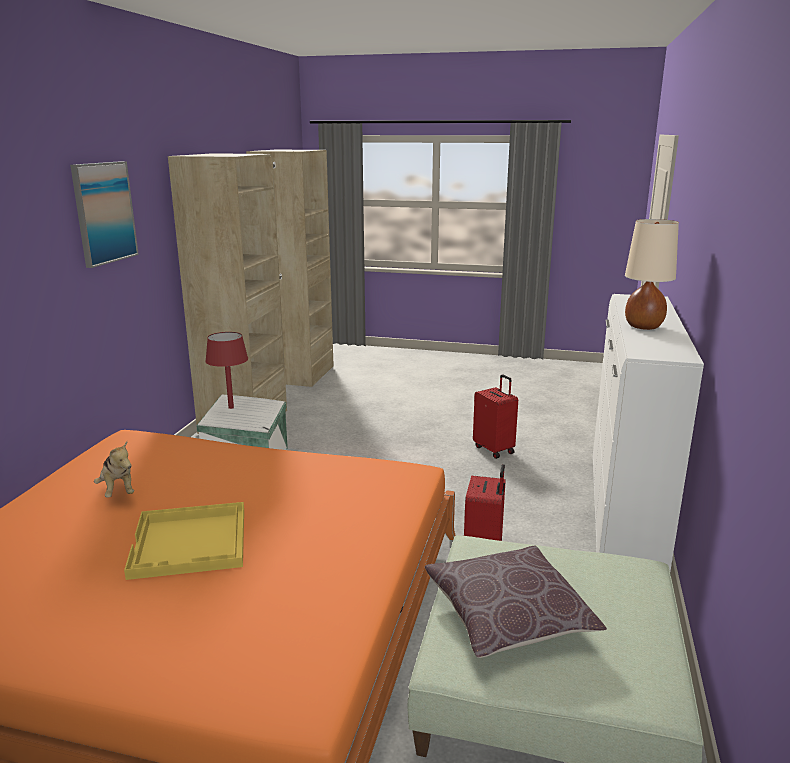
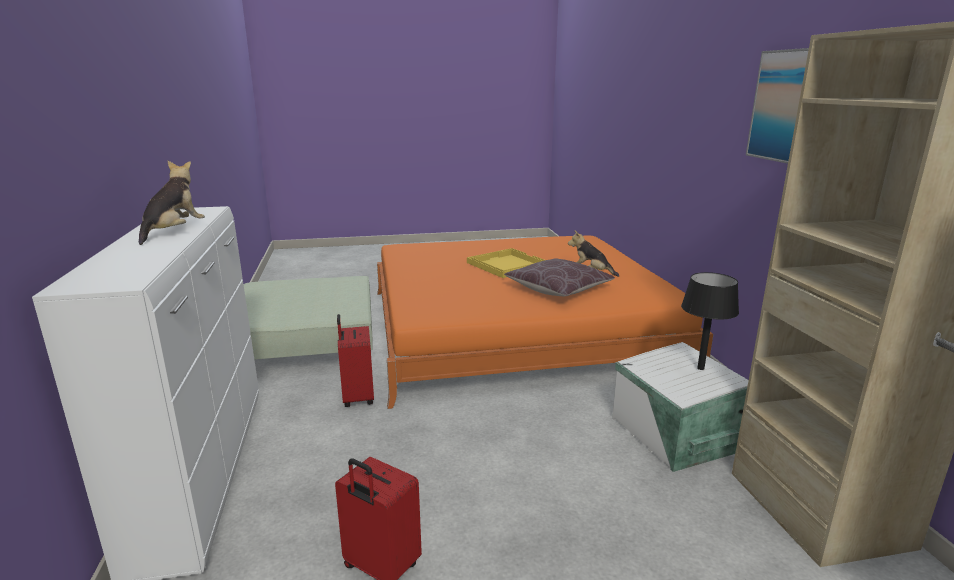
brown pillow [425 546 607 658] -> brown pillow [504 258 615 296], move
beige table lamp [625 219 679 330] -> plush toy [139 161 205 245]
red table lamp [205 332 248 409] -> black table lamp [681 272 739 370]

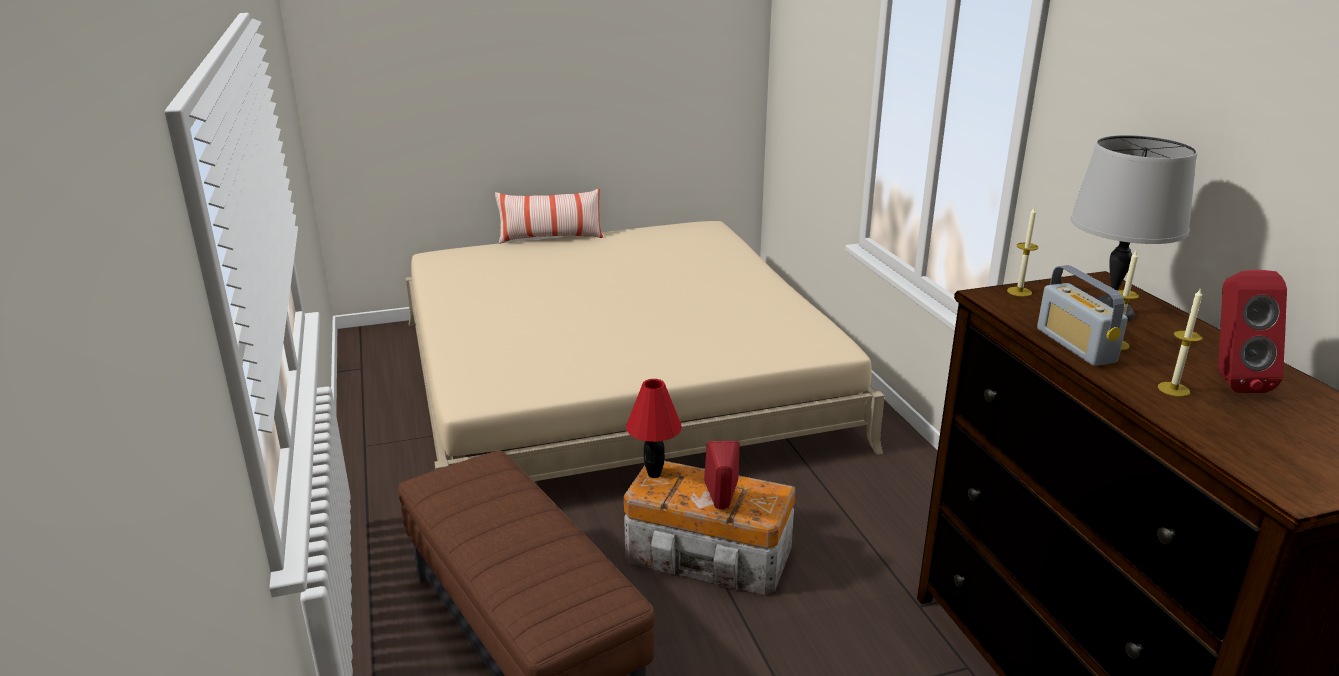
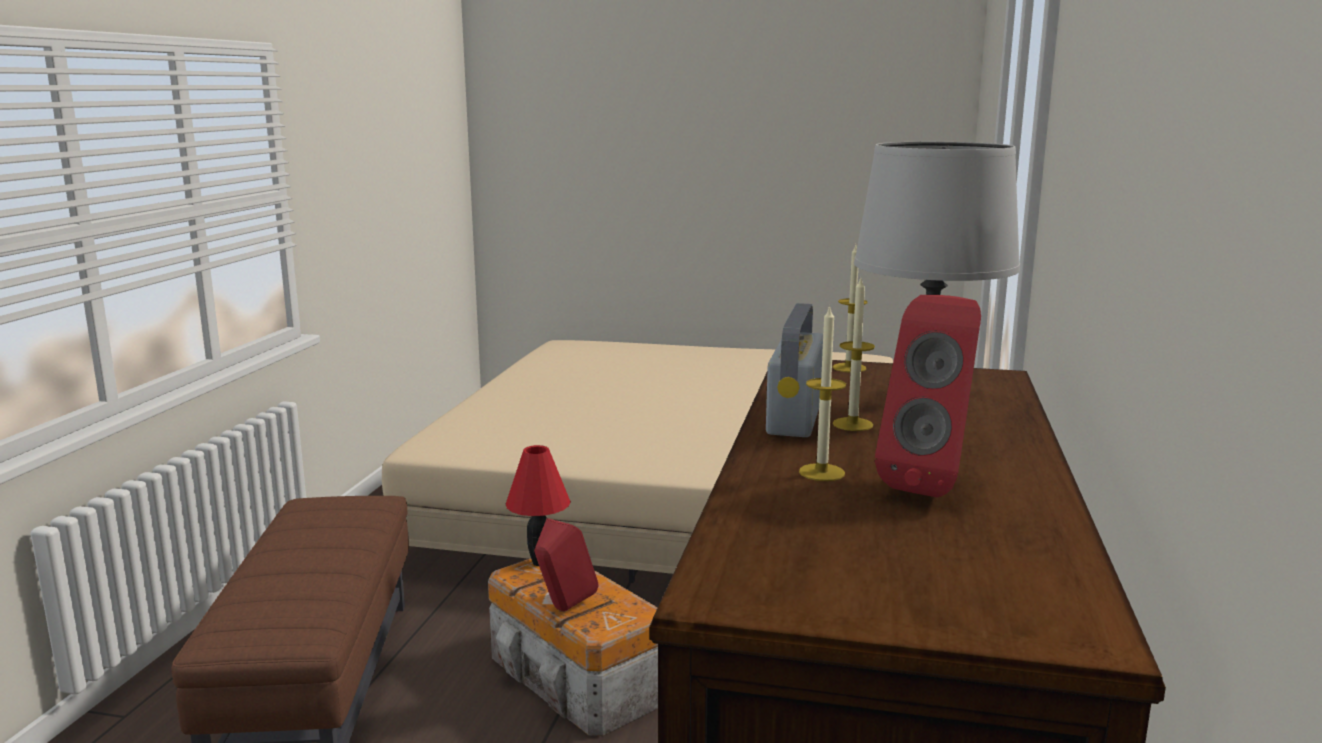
pillow [495 188 603 244] -> none

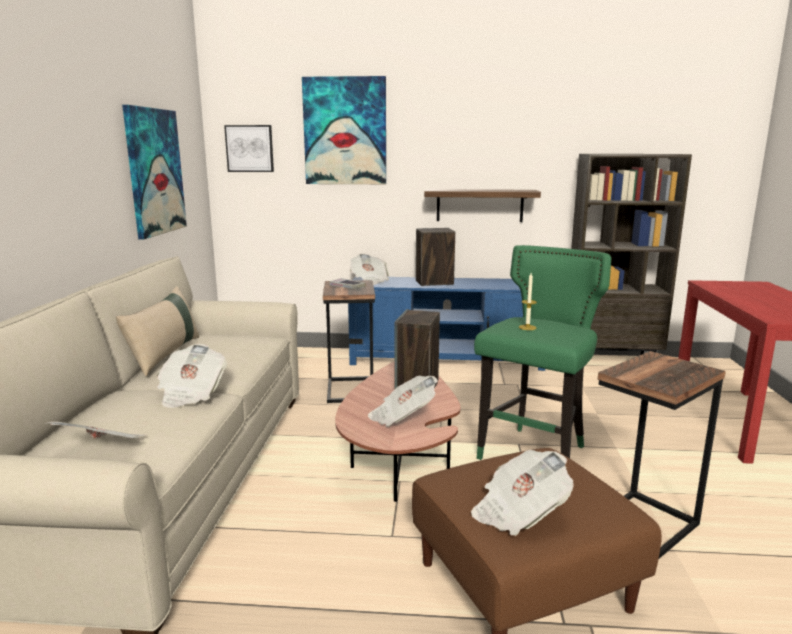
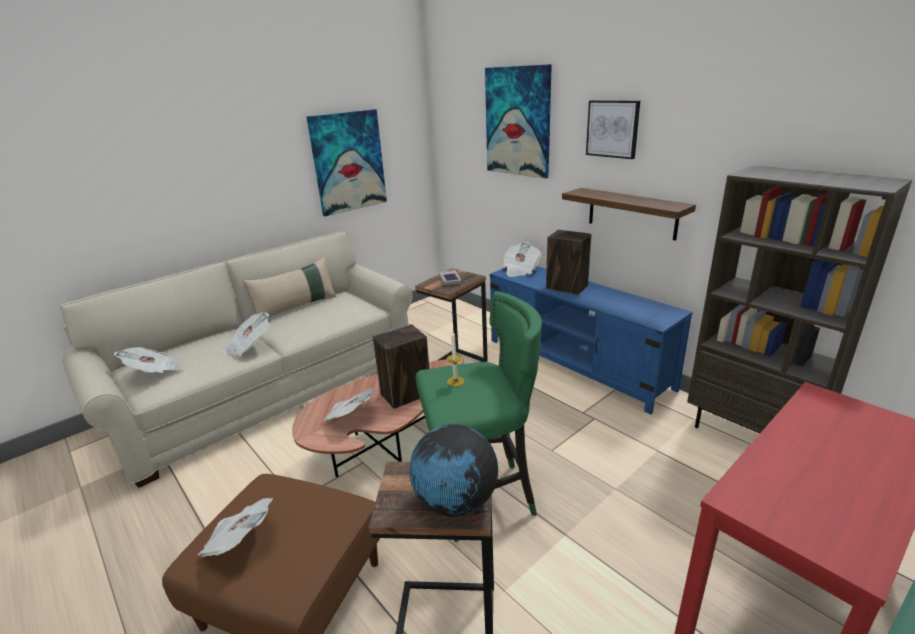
none -> globe [409 424 498 517]
picture [224 125 274 172] -> picture [586 100 640 159], move

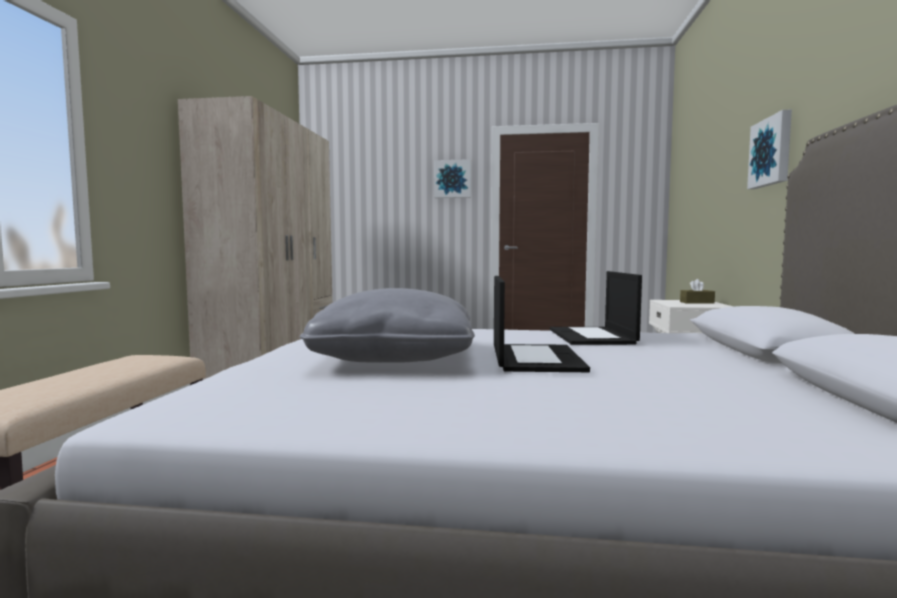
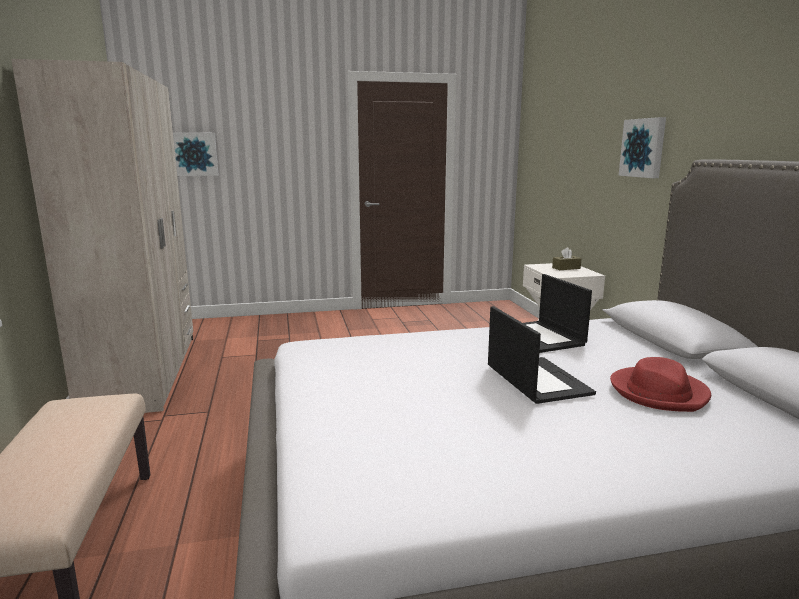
grey pillow [300 288 475 363] -> none
none -> red hat [610 357 711 412]
picture [434 159 471 198] -> picture [173 132 219 176], move

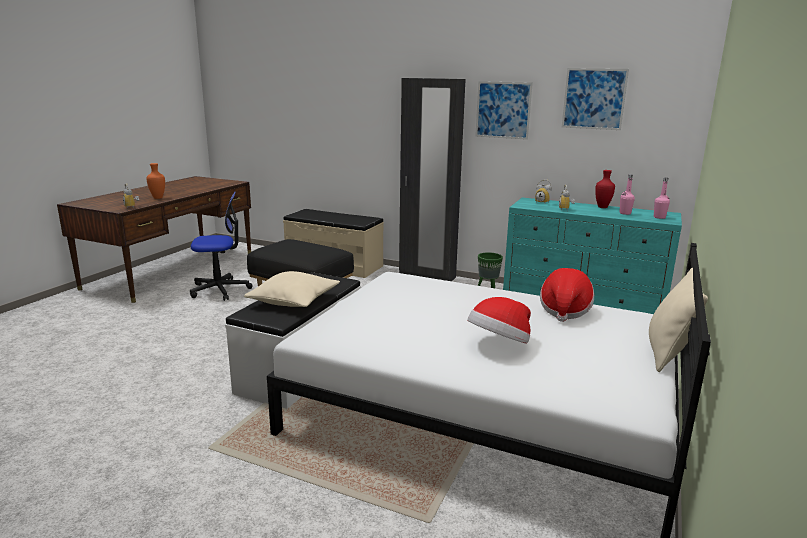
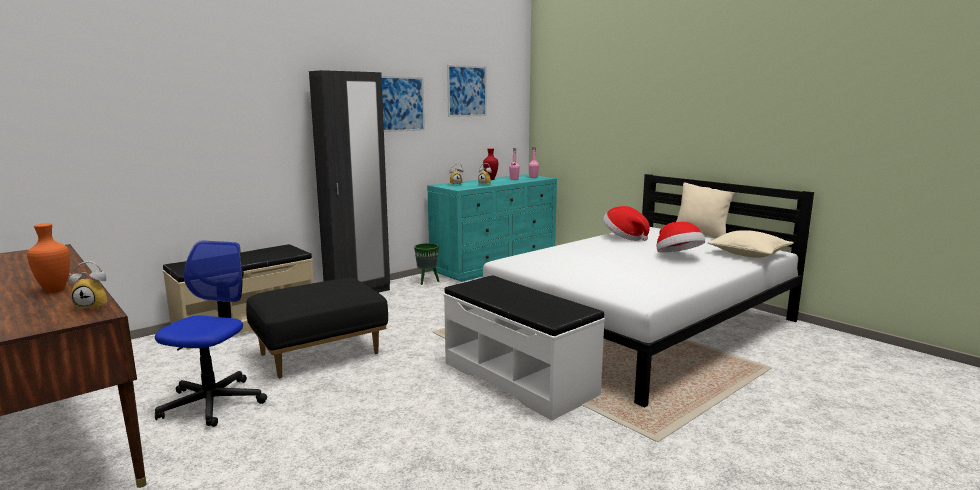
beige pillow [244 271 340 307] -> beige pillow [707 230 794 258], move

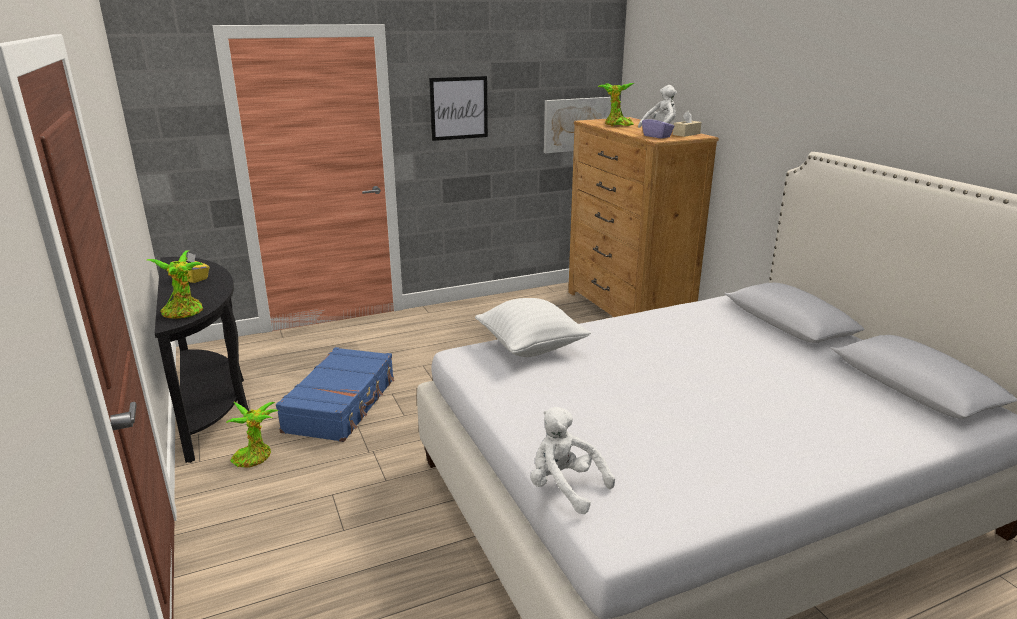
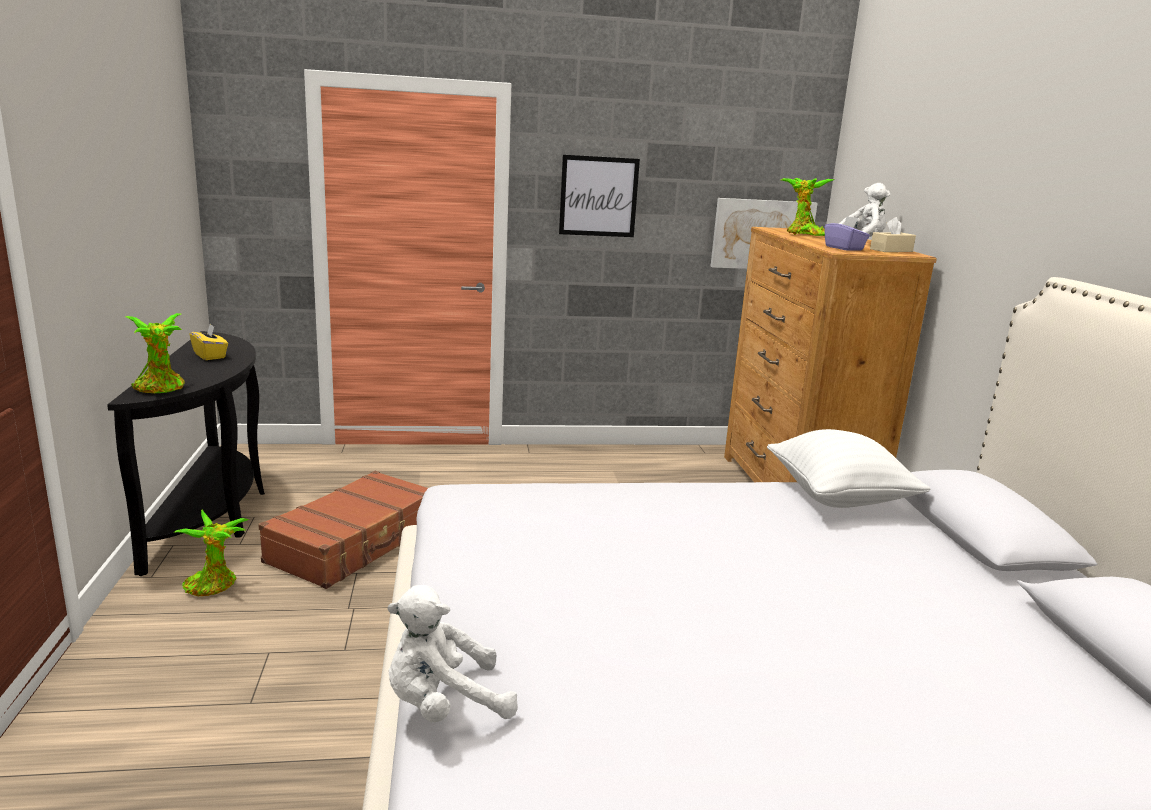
white pillow [475 298 591 357] -> white pillow [767 429 930 508], move
blue suitcase [276 347 394 442] -> brown suitcase [258 471 428 589]
white plush toy [530 407 615 514] -> white plush toy [387 585 518 722], 75 degrees counterclockwise

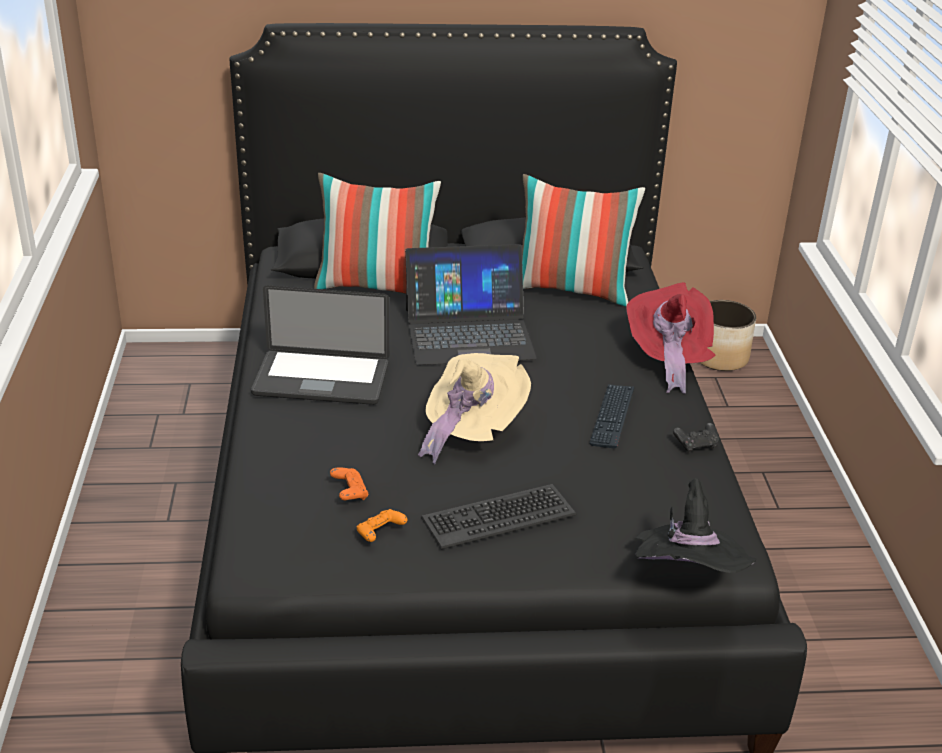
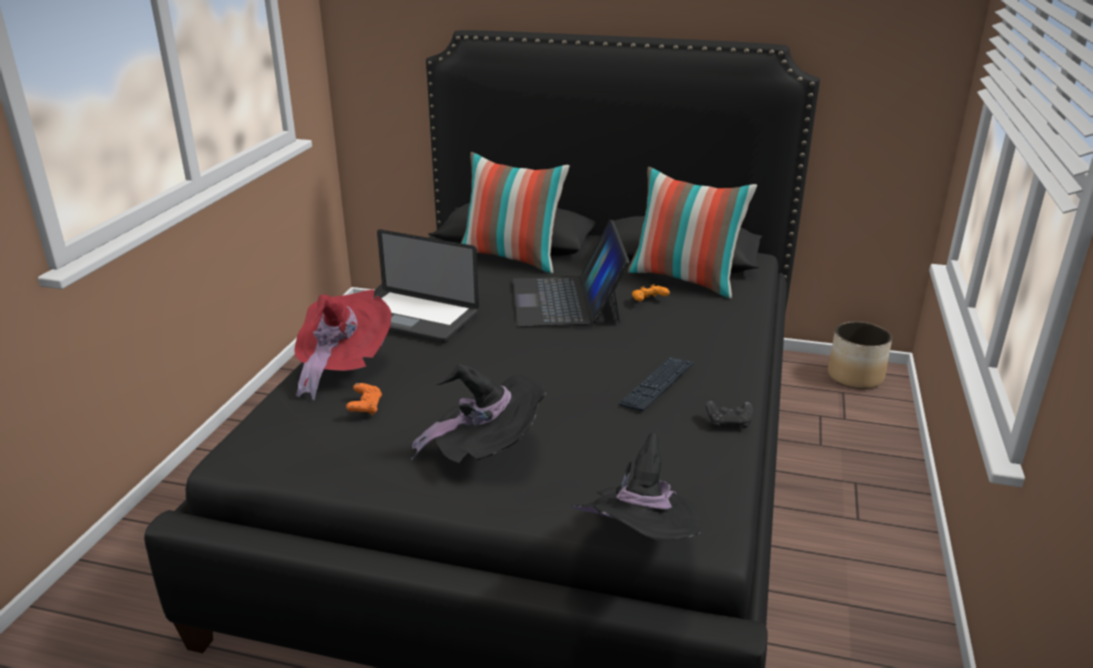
beige hat [418 353 531 464] -> none
orange game controller [357 509 408 542] -> orange game controller [632 284 670 301], move
red hat [626 282 716 394] -> red hat [294 290 391 401], move
keyboard [421 484 576 549] -> black hat [411 363 546 463]
laptop [405 244 537 365] -> laptop [513 219 630 327], 75 degrees clockwise

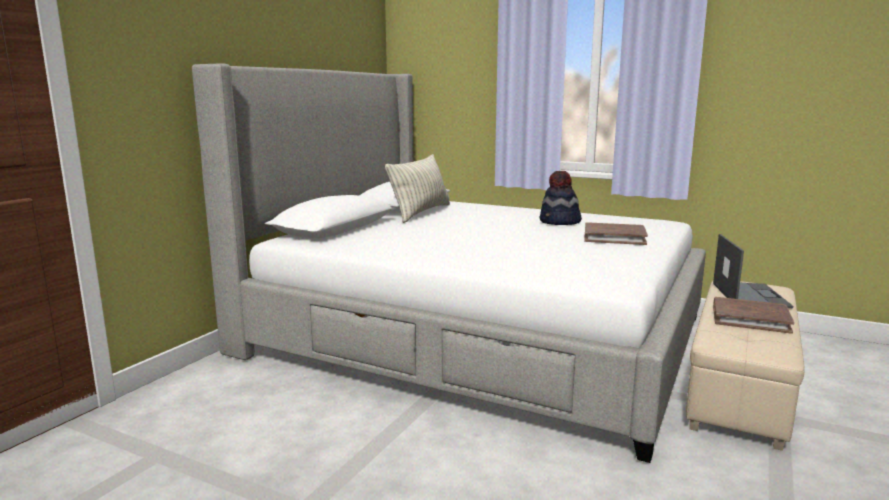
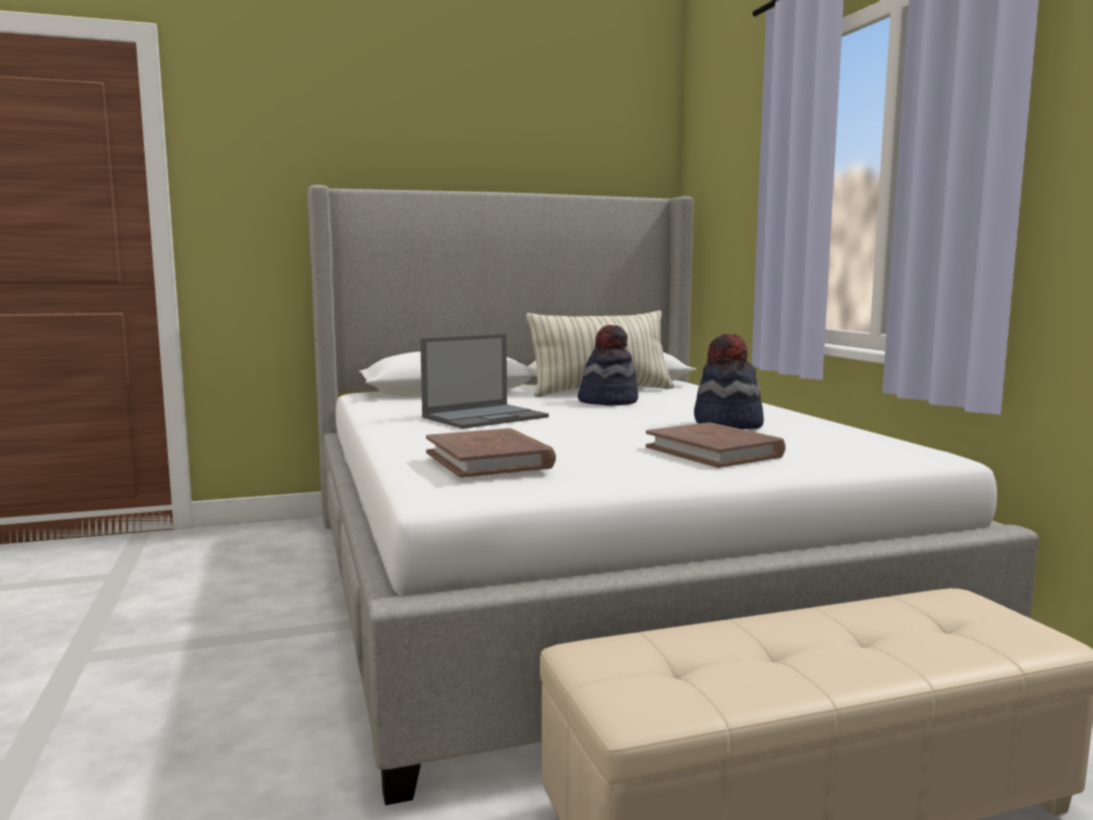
none -> hat [578 325 638 405]
laptop [713 234 793 308] -> laptop [420 334 549 429], move
brown book [713 297 794 334] -> brown book [426 428 556 478], move

